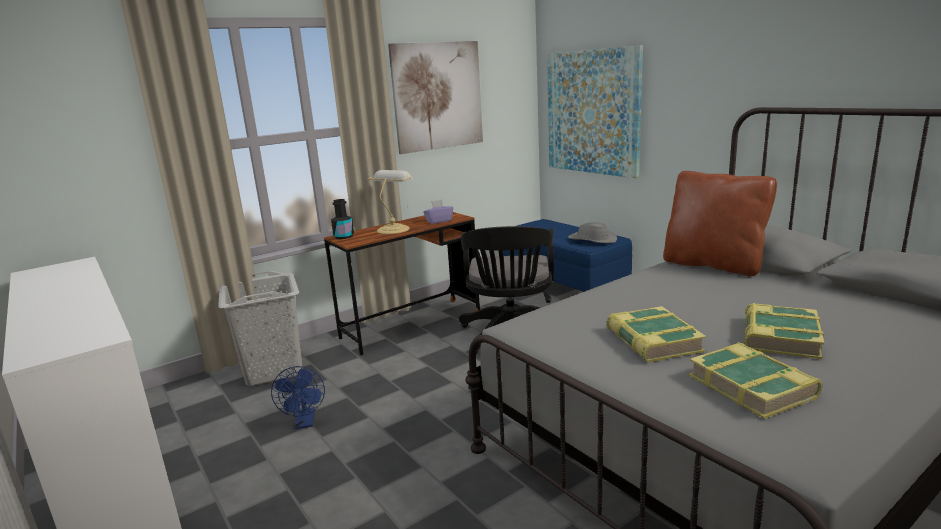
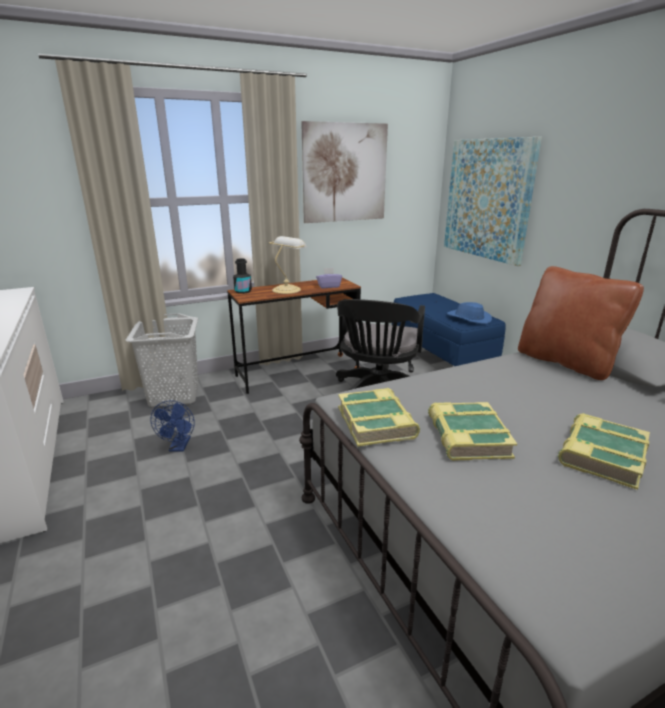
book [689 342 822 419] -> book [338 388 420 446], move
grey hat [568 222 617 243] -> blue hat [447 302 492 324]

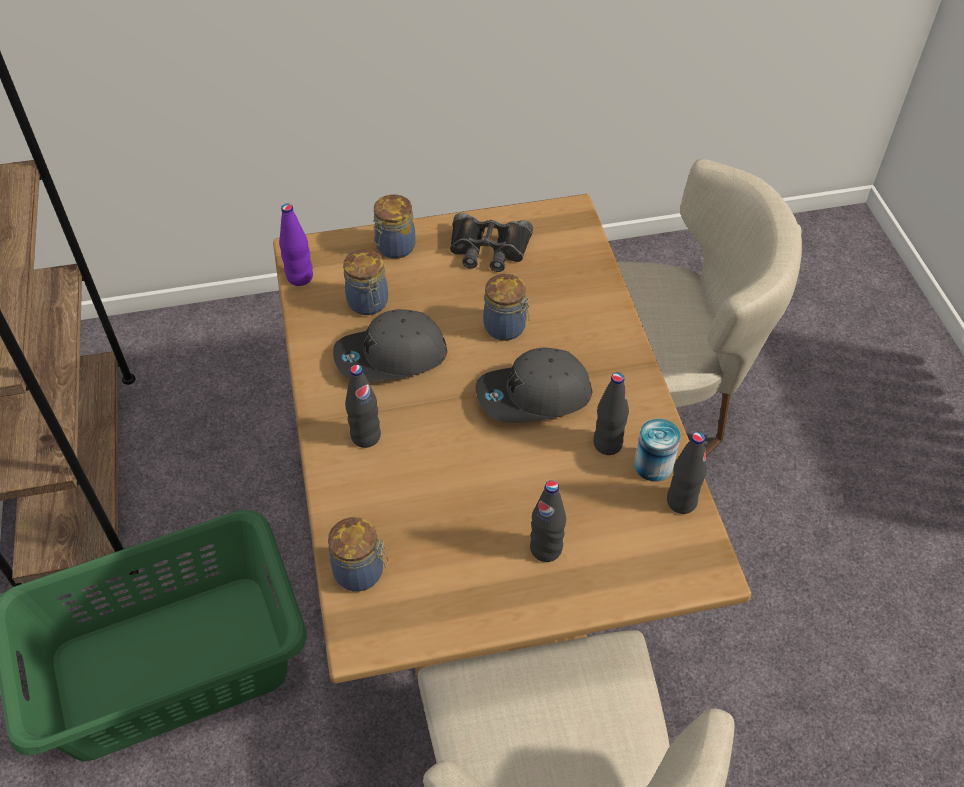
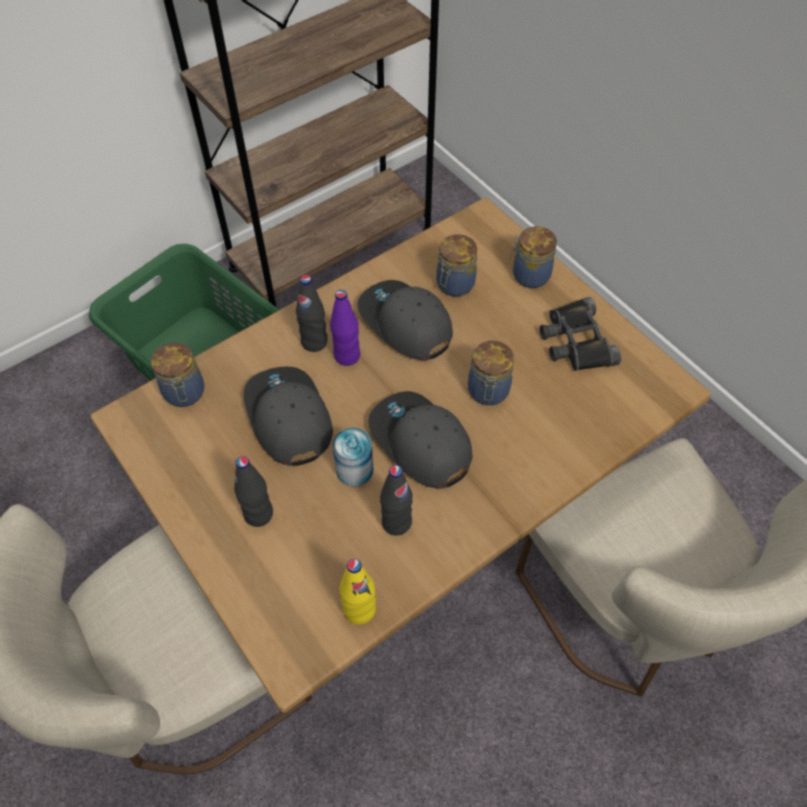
none -> grey cap [244 367 333 466]
purple bottle [279 204 313 286] -> purple bottle [330 290 360 366], move
can [634 418 681 482] -> can [332 428 374 487], move
black bottle [667 432 707 514] -> yellow bottle [340 559 376 624]

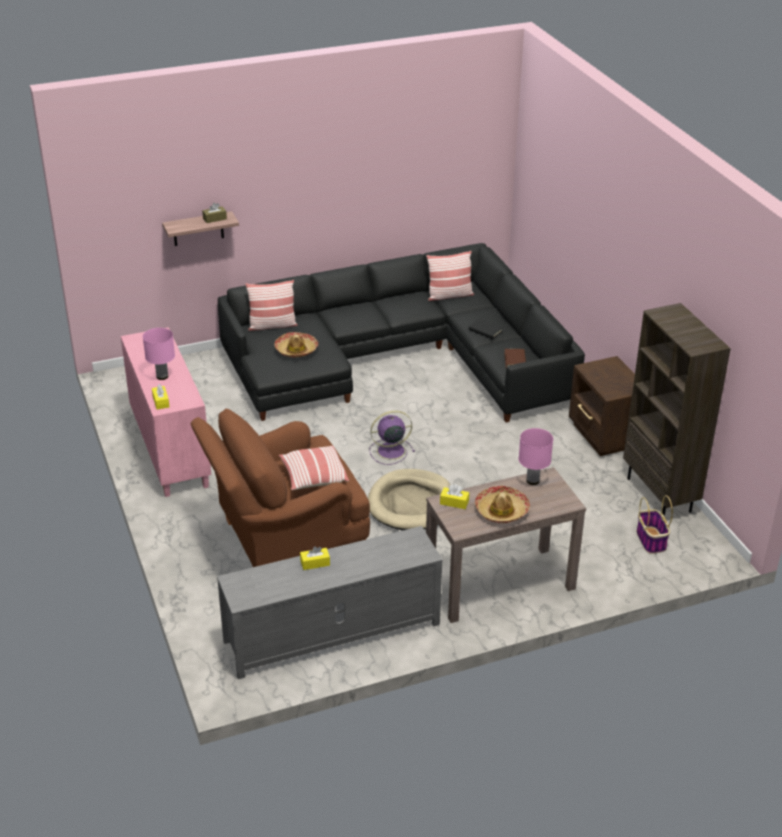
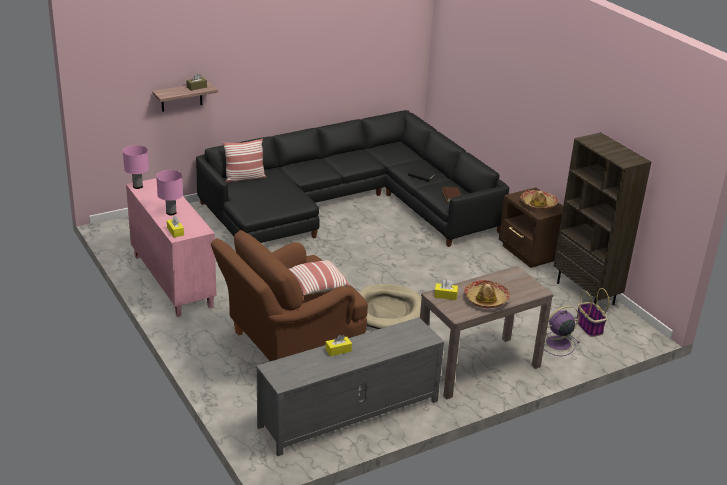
pillow [426 251 474 301] -> none
hat [274 332 318 358] -> hat [520 190 558 210], move
purple fan [369 411 415 465] -> purple fan [544 306 580 356], move
pink table lamp [518 428 553 485] -> pink table lamp [123 145 149 189], move

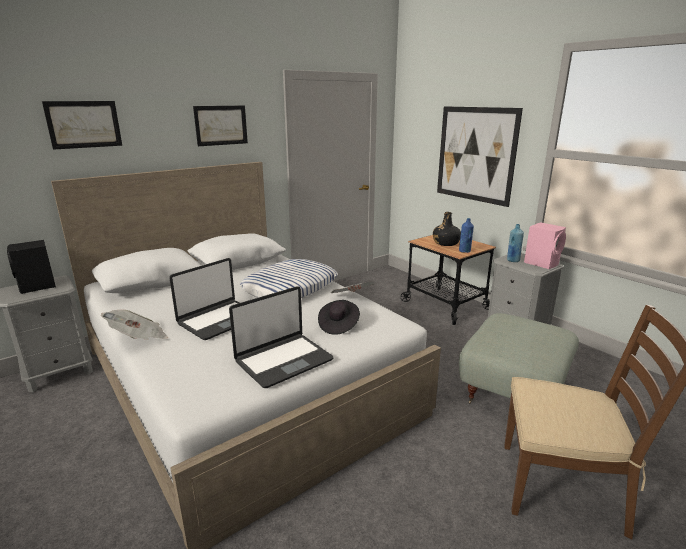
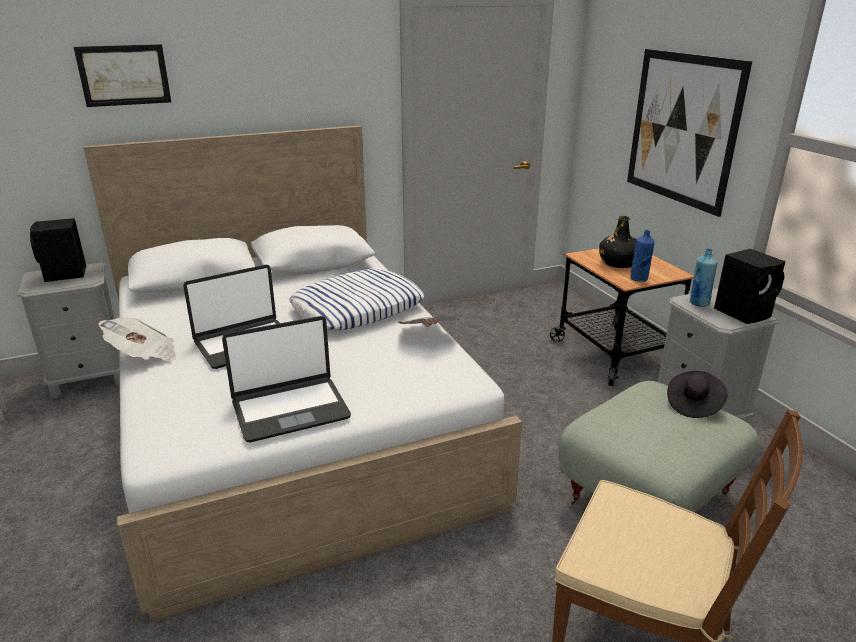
picture [193 106 248 146] -> none
black hat [318 300 360 335] -> black hat [667 371 727 418], move
pink speaker [524 222 566 269] -> black speaker [714 249 786 324]

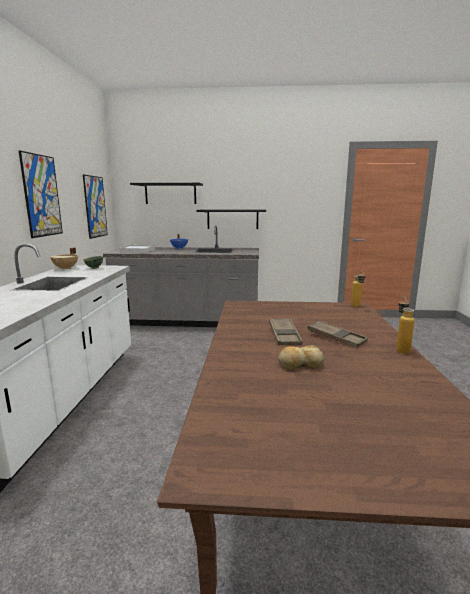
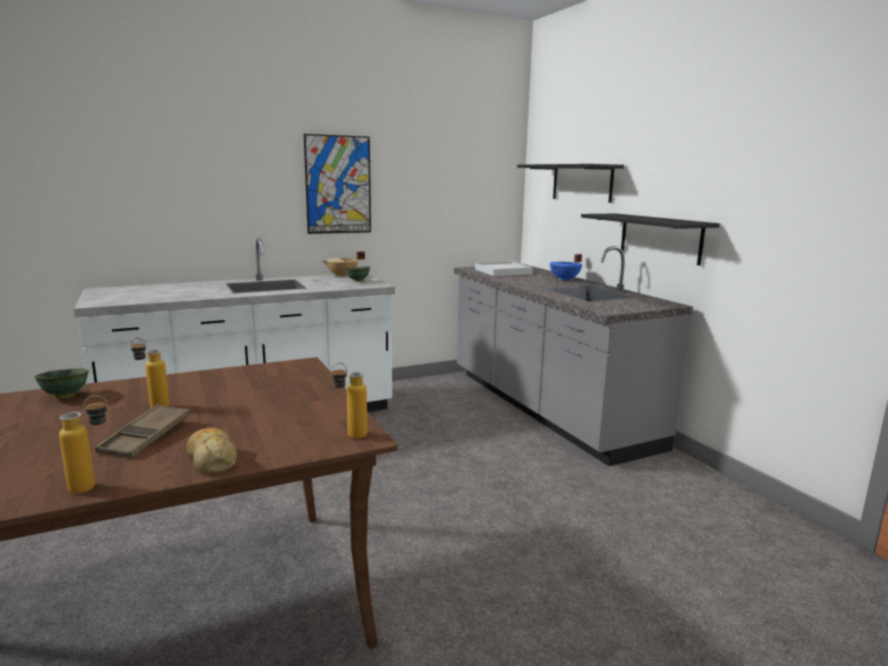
picture [83 175 108 239] -> none
none -> green bowl [34 369 89 399]
bread [278 345 324 370] -> bread [187 428 237 474], move
brown tray [269 318 303 345] -> bottle [131 338 169 408]

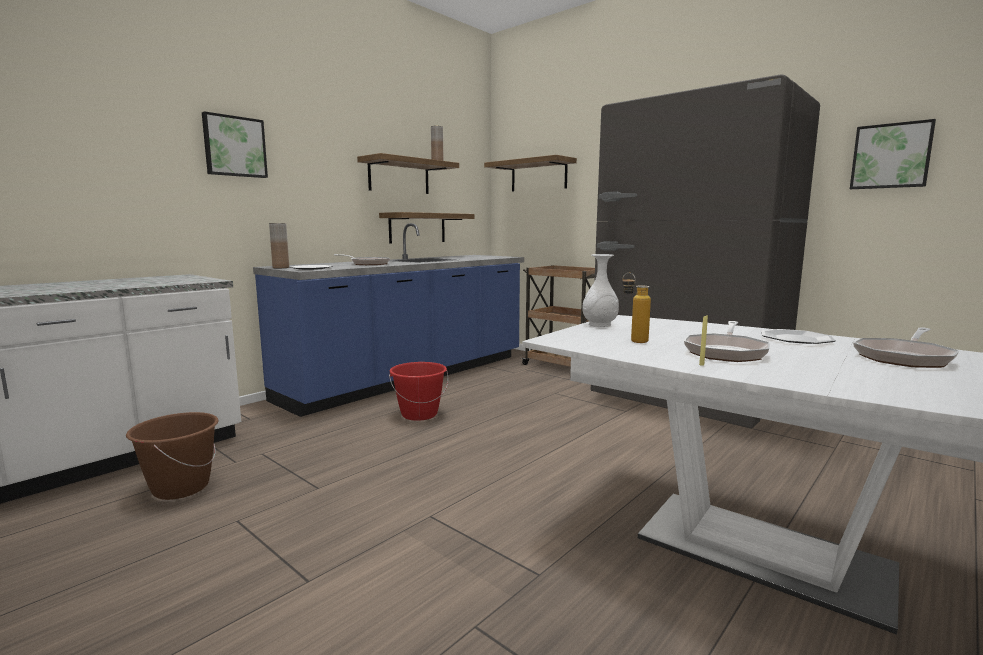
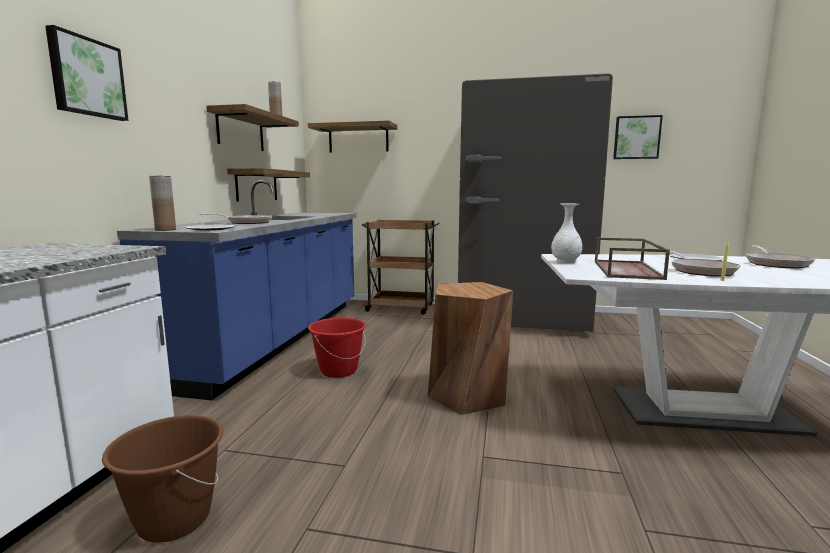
none -> brown stool [428 282 513 415]
bottle [622 273 651 343] -> brown tray [595 238 670 280]

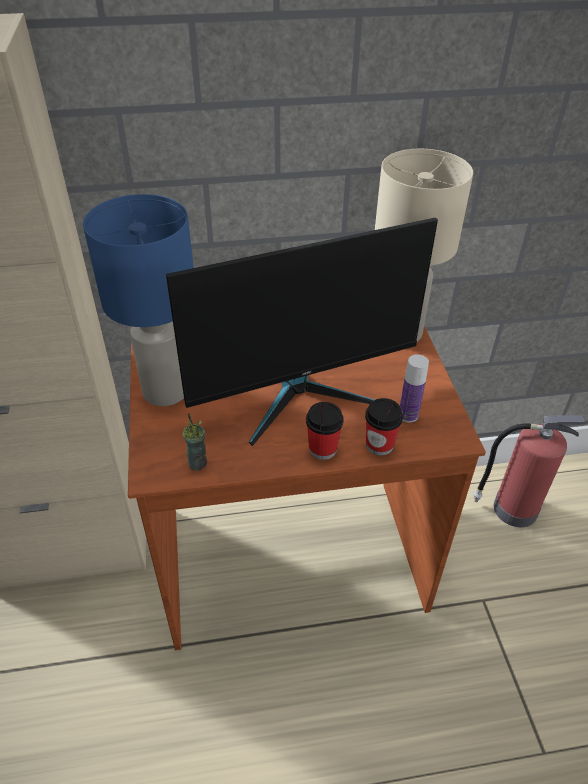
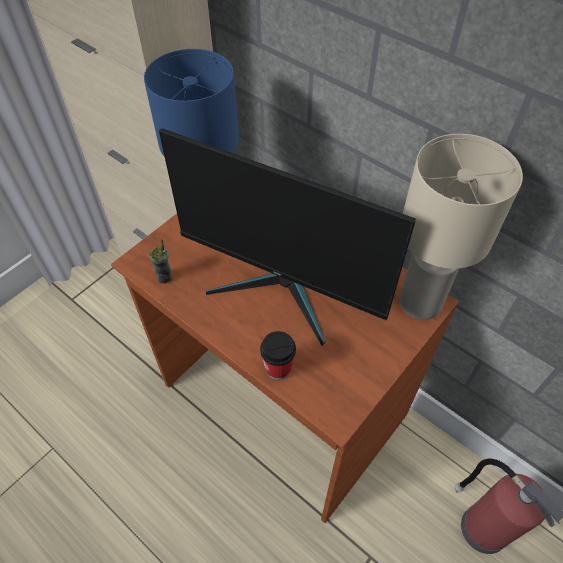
cup [306 402 344 460] -> none
bottle [400 354 429 423] -> none

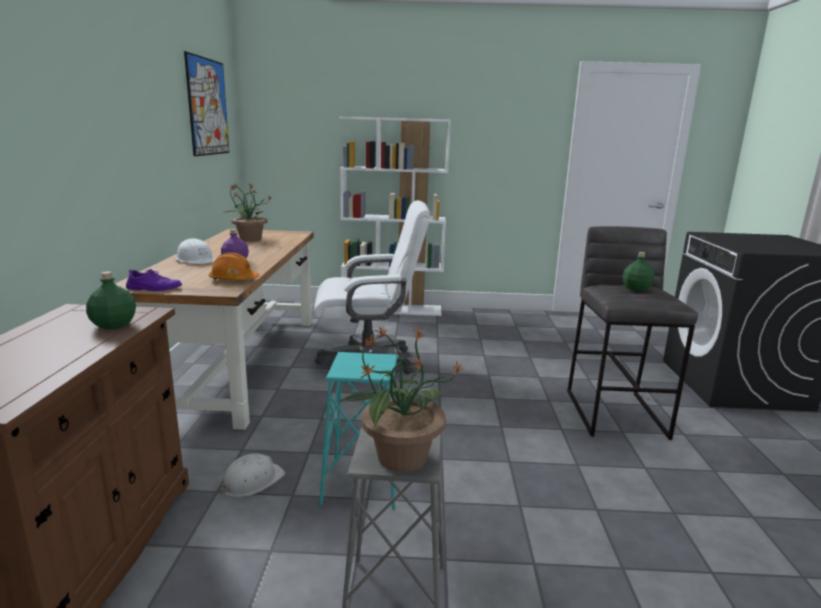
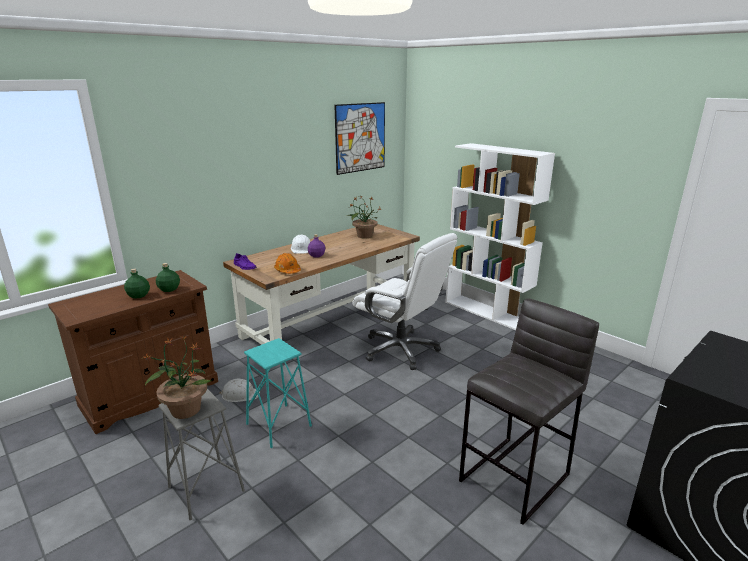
green bottle [622 252 654 291] -> green bottle [124 268 150 299], move

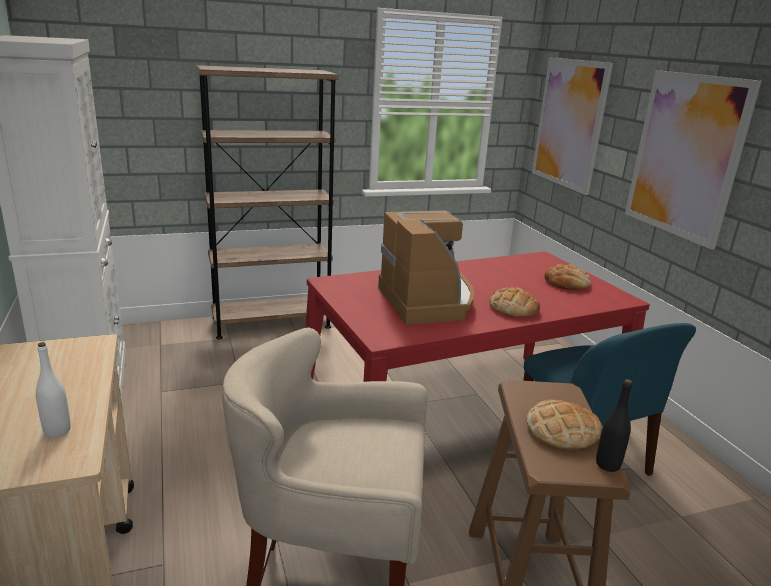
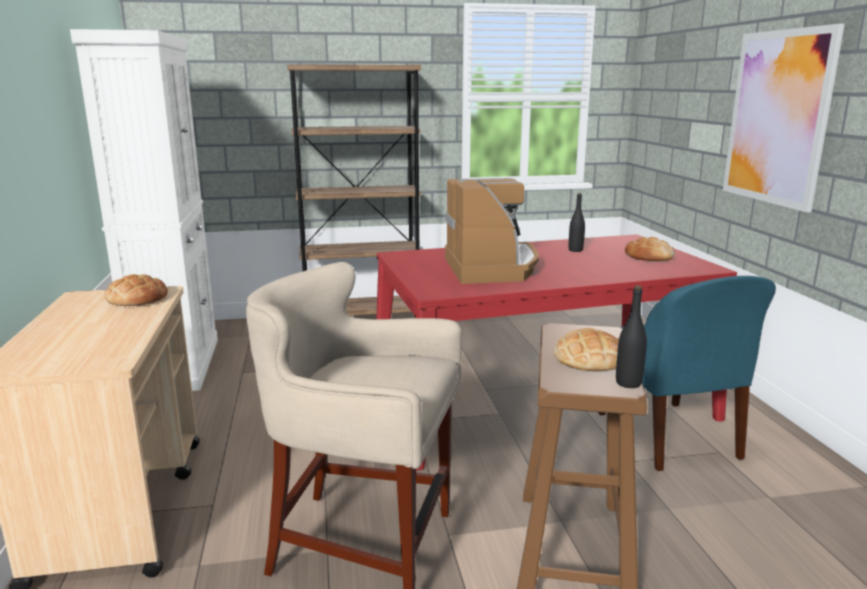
white bottle [36 342 71 438] -> none
picture [532 57 613 195] -> none
none -> black bottle [569 193 585 252]
bread [489 287 540 317] -> bread [104 274 168 306], move

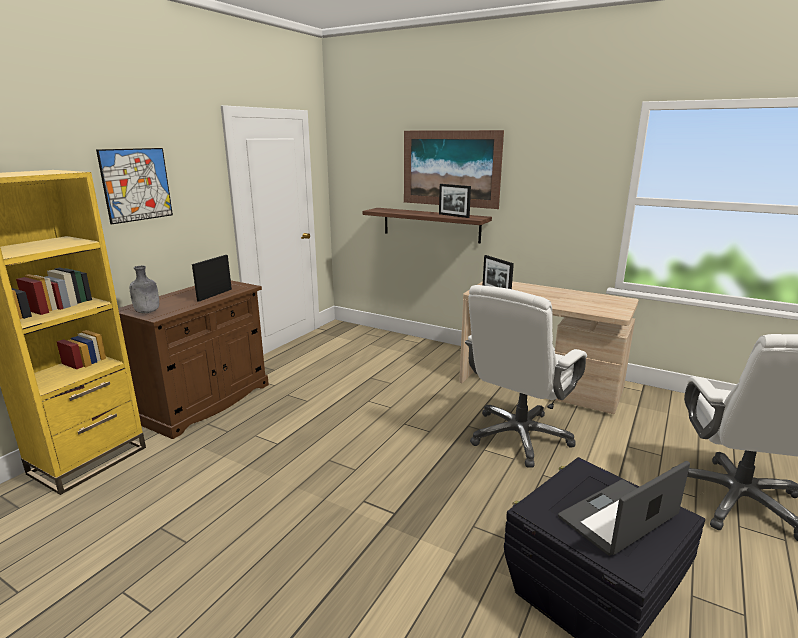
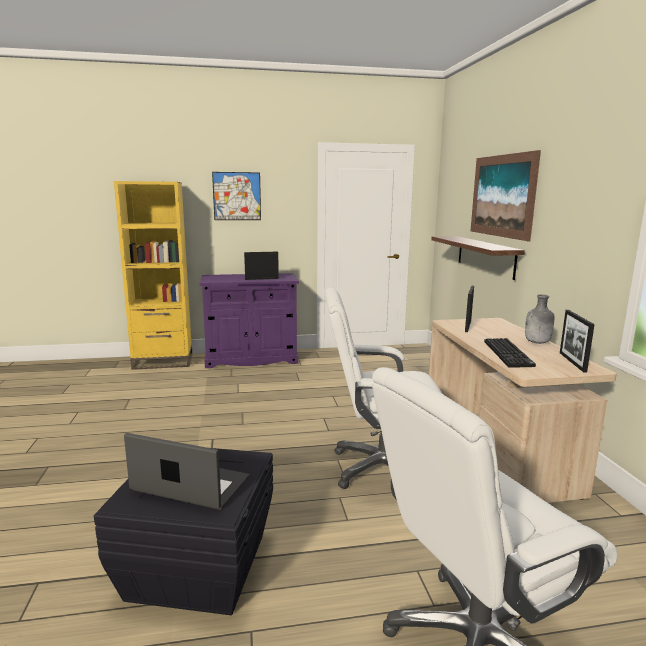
none -> keyboard [484 338 536 368]
grey bottle [130 266 159 313] -> grey bottle [525 294 554 344], move
picture frame [439 184 471 218] -> picture frame [560 310 595 373], move
brown cabinet [118 280 269 439] -> purple cabinet [199 273 299 368]

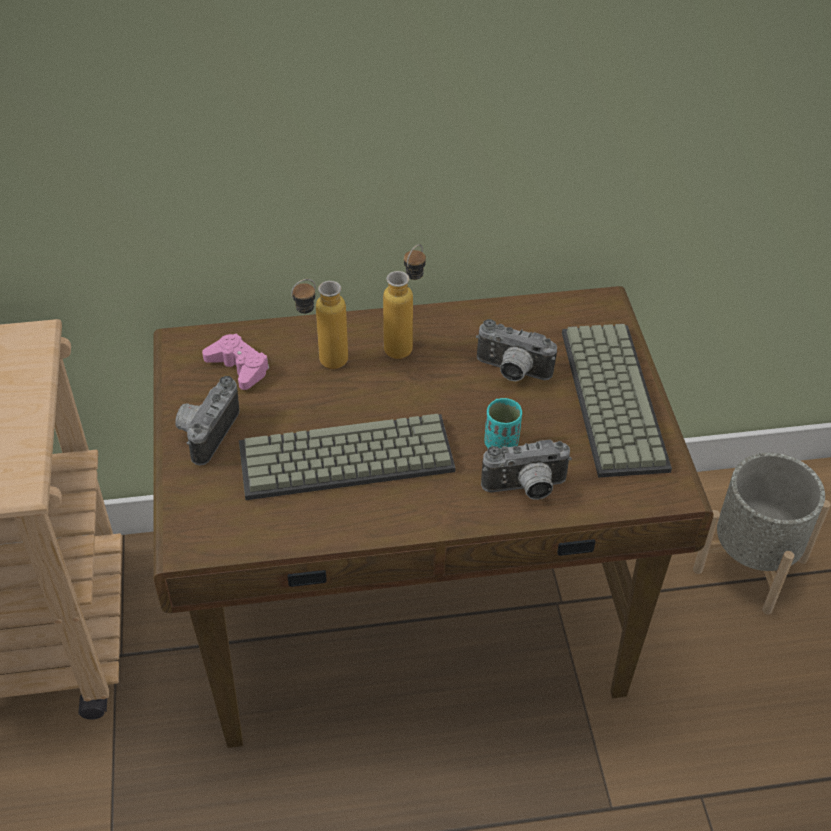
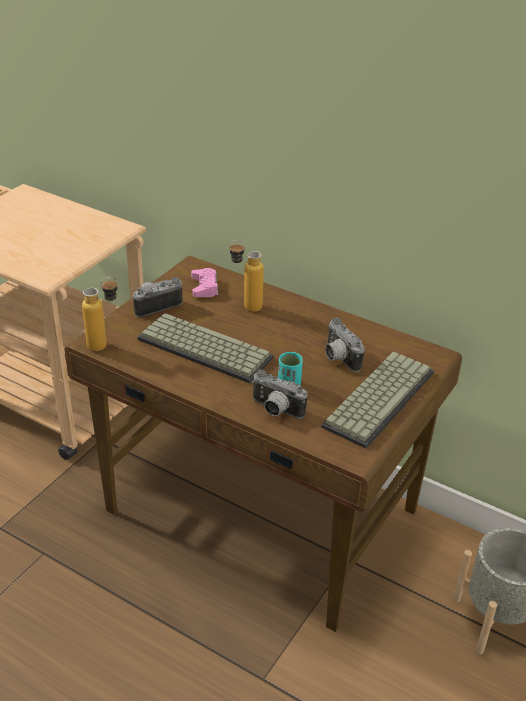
bottle [383 244 426 359] -> bottle [82 277 118 351], move

